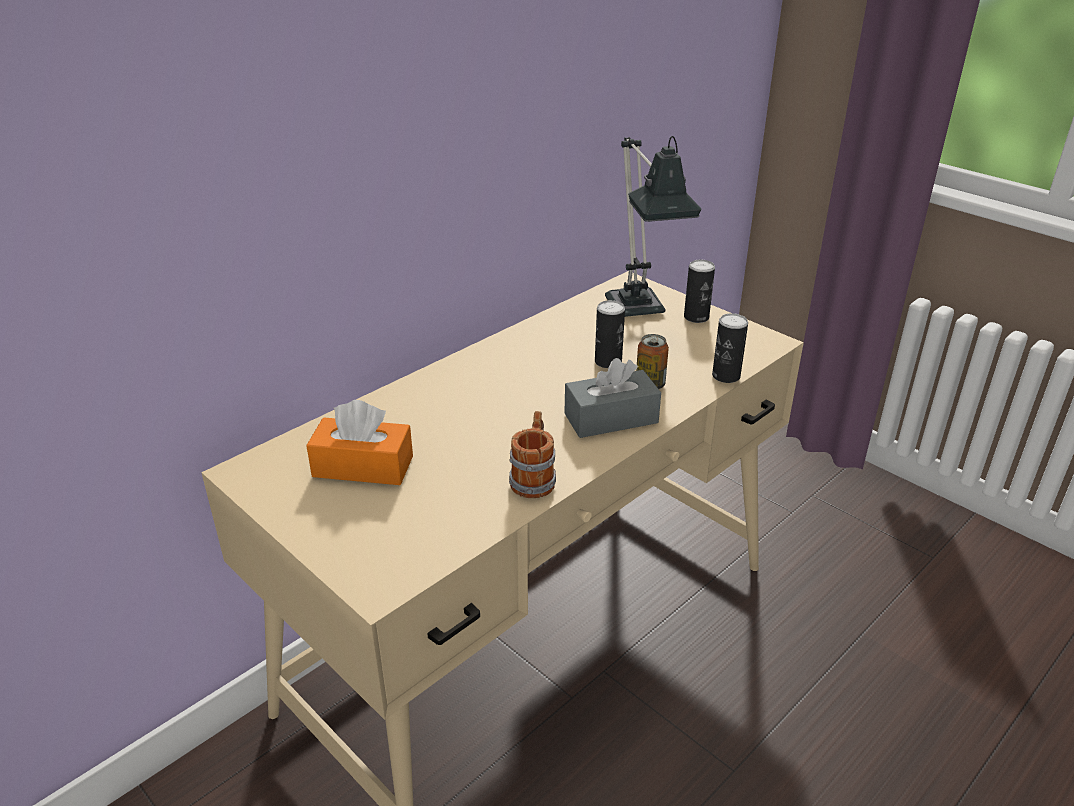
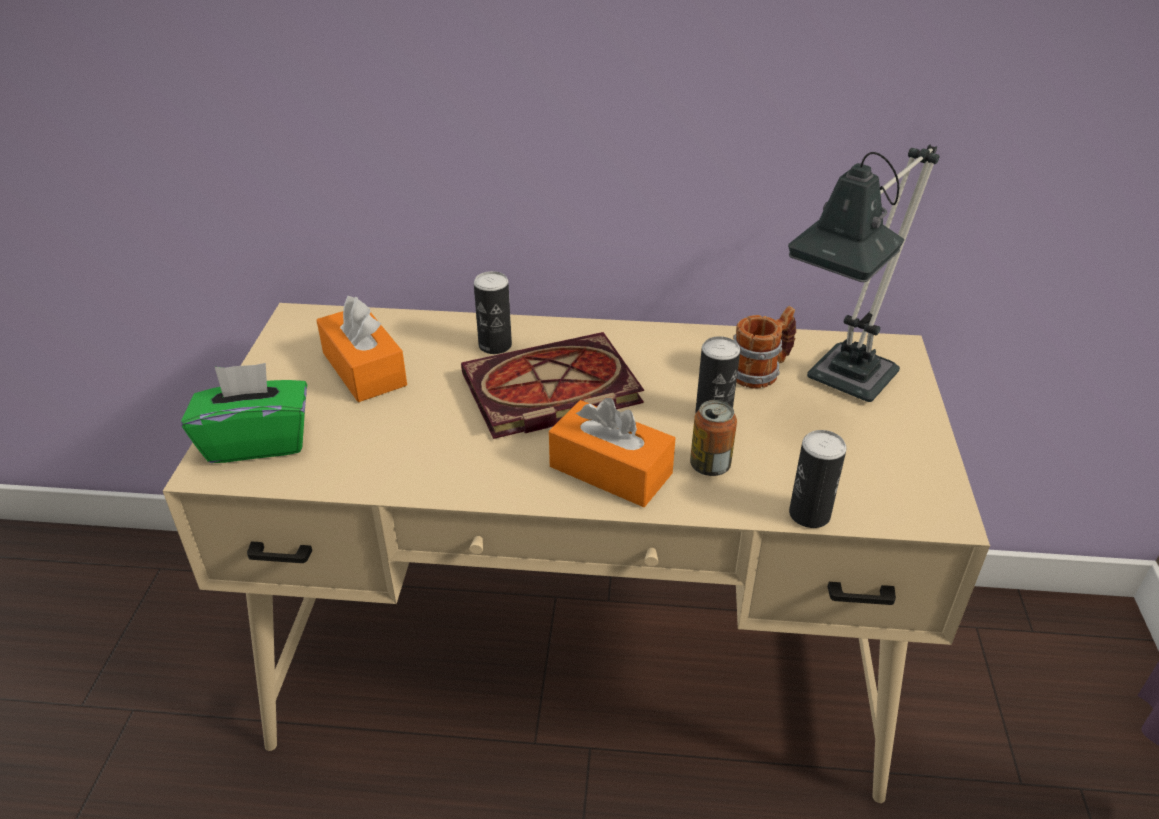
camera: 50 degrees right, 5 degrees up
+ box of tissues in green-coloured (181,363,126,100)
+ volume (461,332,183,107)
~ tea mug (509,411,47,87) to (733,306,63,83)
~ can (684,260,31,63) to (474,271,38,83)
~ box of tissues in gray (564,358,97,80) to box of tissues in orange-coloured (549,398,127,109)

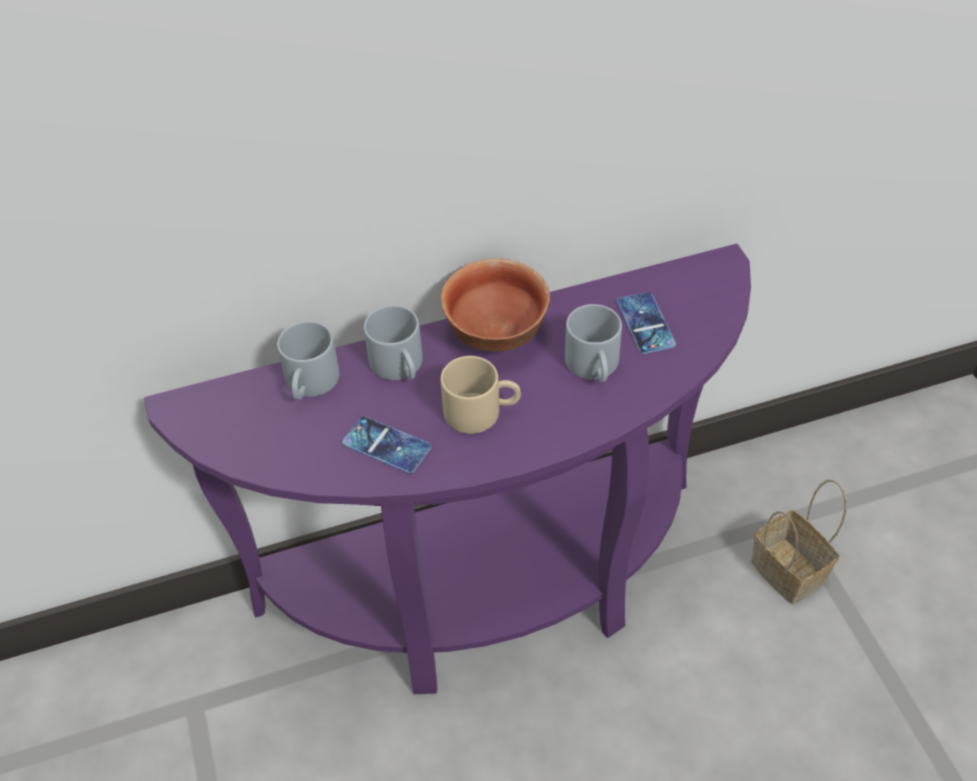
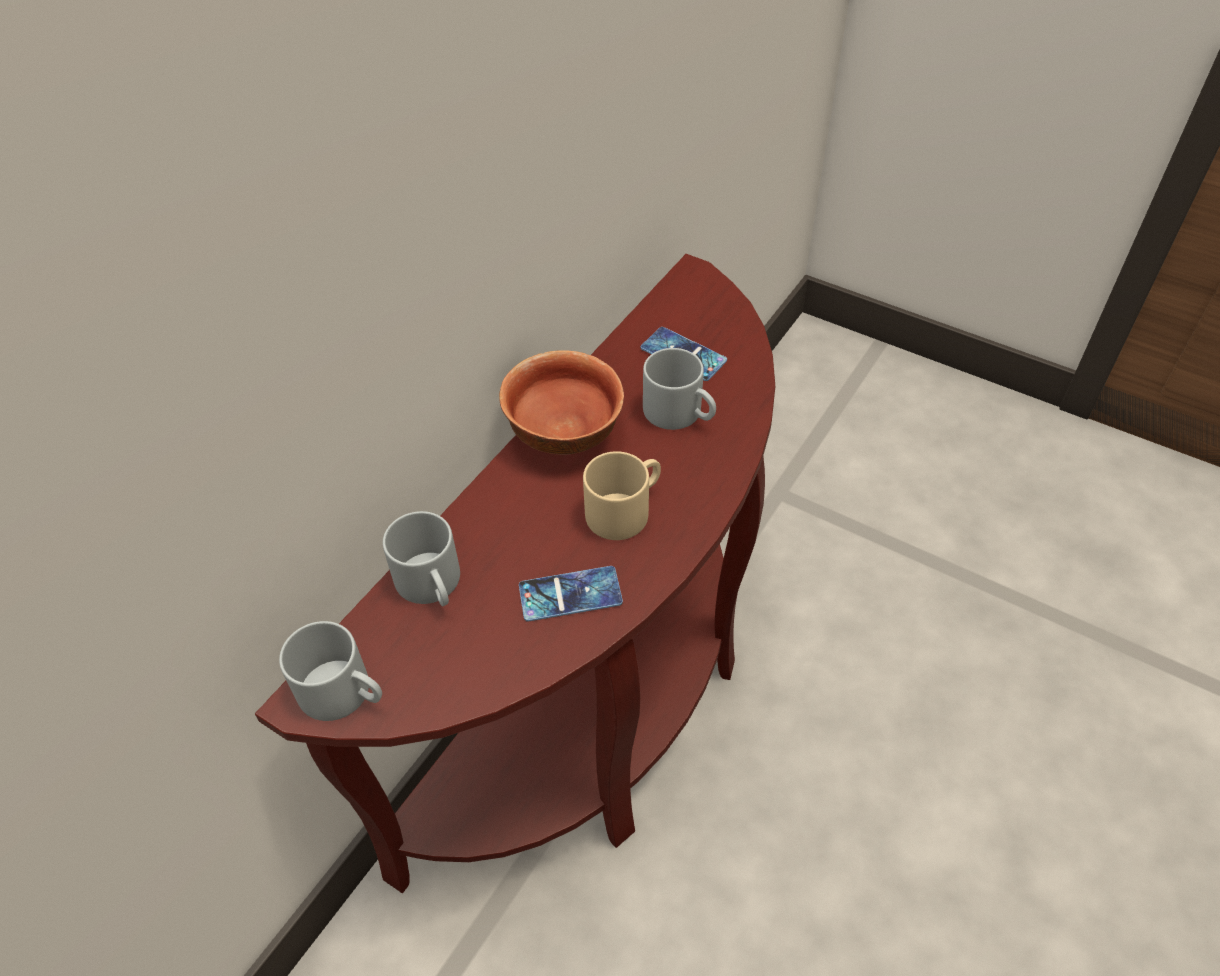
camera: 40 degrees left, 0 degrees up
- household basket (751,480,95,124)
~ tea mug in gray (364,305,59,75) to (279,621,103,100)
~ narrow table in purple-coloured (144,244,607,450) to narrow table in brown (255,254,520,639)

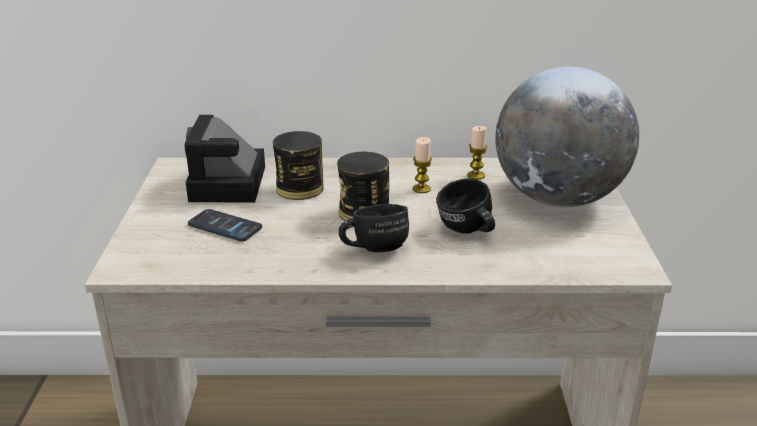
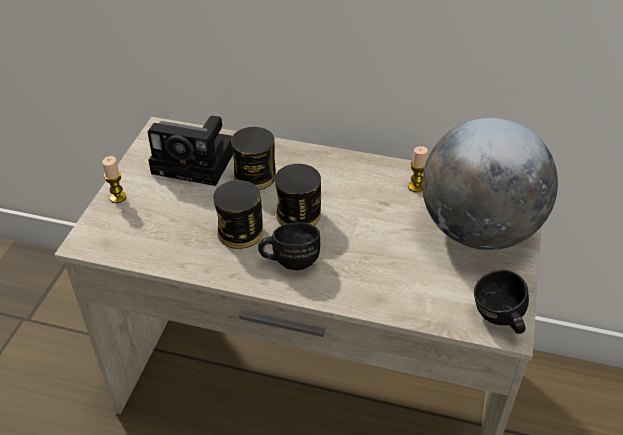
camera: 15 degrees right, 15 degrees up
- handset (188,209,74,32)
+ can (213,180,50,69)
~ candle (413,137,19,56) to (102,156,24,47)
~ tea mug in black (436,178,59,56) to (474,270,55,64)
~ still camera (184,115,81,87) = (148,115,85,71) 90 degrees counterclockwise

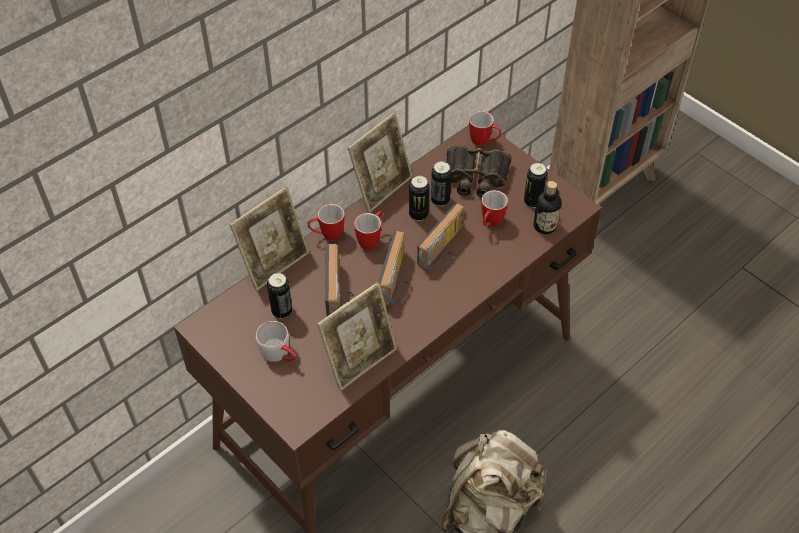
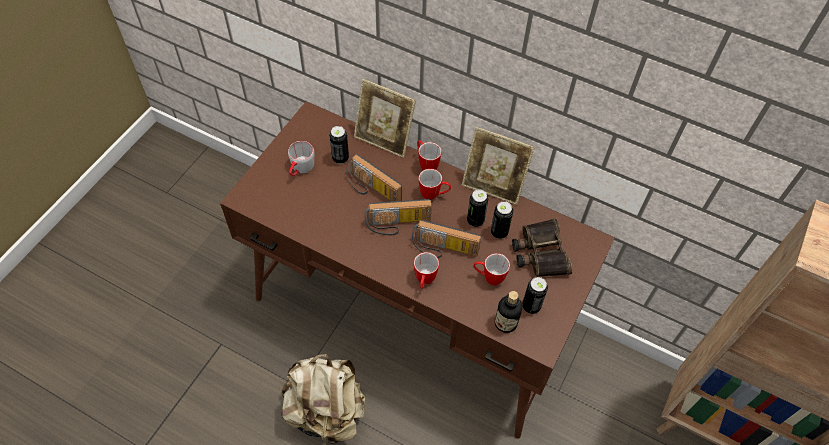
camera: 70 degrees right, 5 degrees up
- picture frame (317,282,80,109)
~ tea mug (469,111,32,35) to (414,252,25,37)
~ radio (325,244,29,72) = (346,154,56,47) 60 degrees clockwise

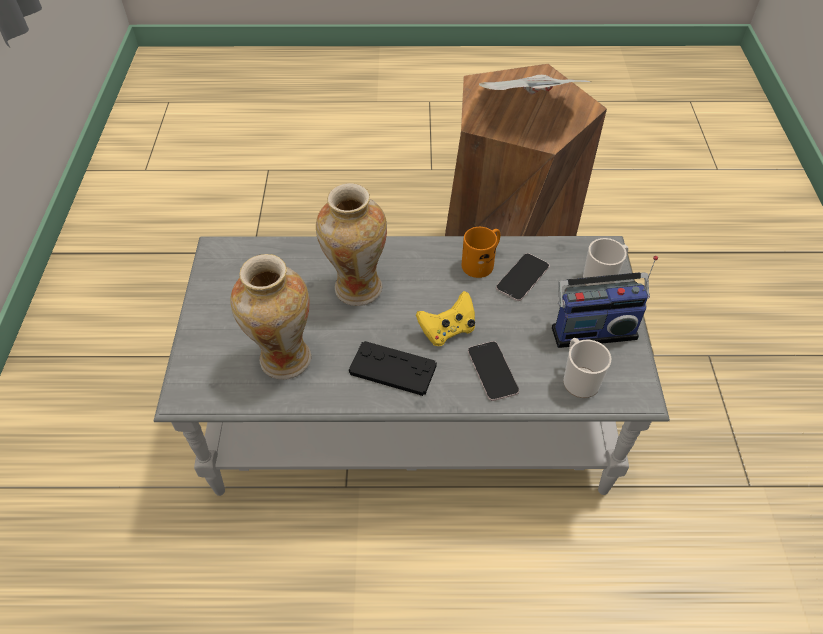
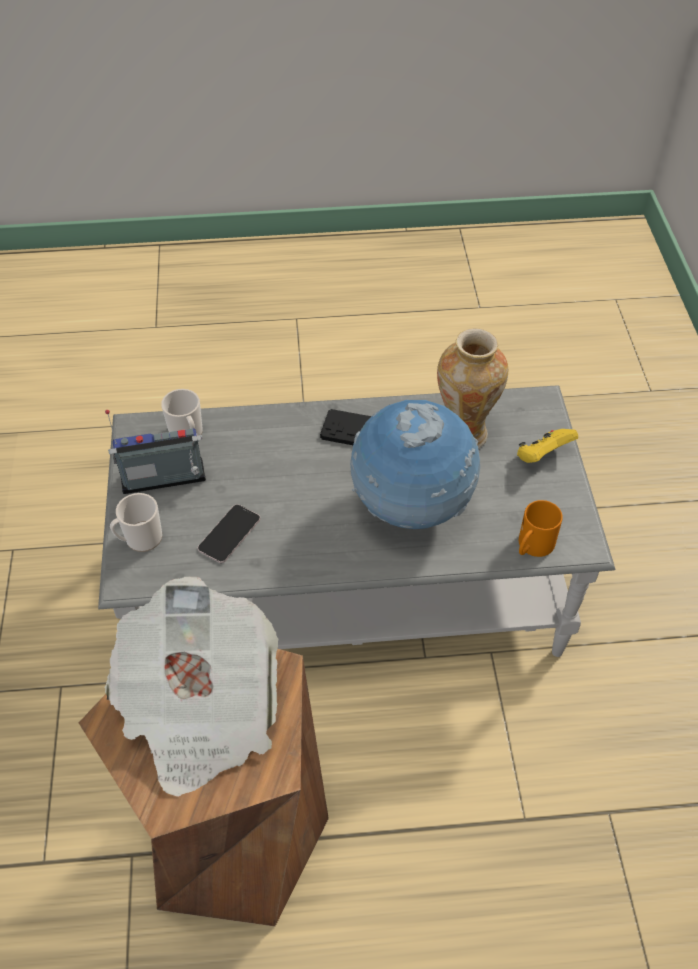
camera: 175 degrees right, 0 degrees up
- handset (468,341,51,60)
~ game controller in yellowish (416,291,59,55) to (517,429,61,34)
~ tea mug in orange-coloured (462,227,38,51) to (519,500,44,57)
~ vase (316,183,71,123) to desk globe (350,400,130,129)

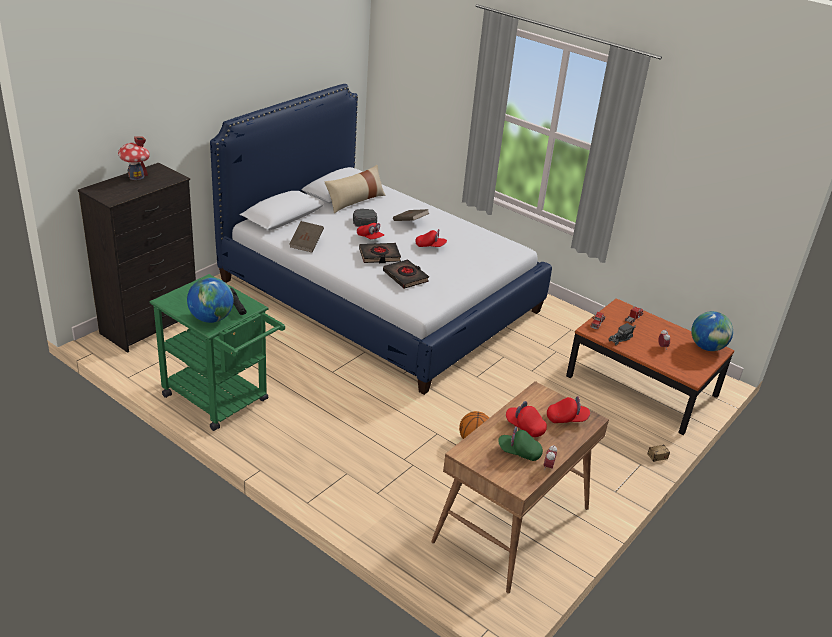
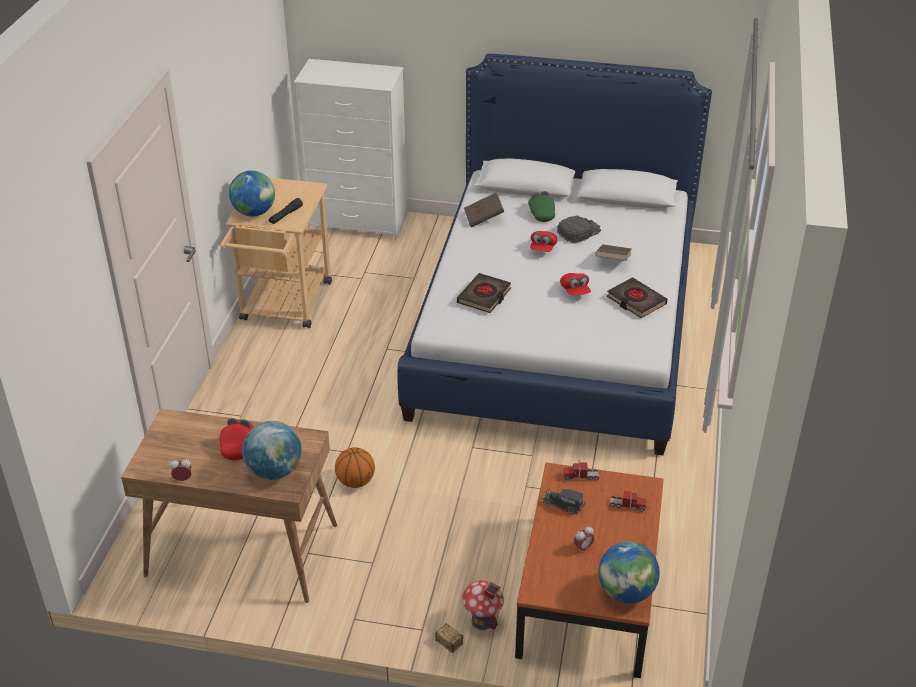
camera: 65 degrees right, 5 degrees up
- pillow in beige-coloured (324,165,61,48)
~ miniature house (118,136,32,44) to (462,580,42,50)
~ volume in black (359,243,42,20) to (607,277,60,41)
~ baseball cap in green-coloured (499,426,44,35) to (528,191,27,31)
~ baseball cap in red (547,396,43,27) to desk globe (242,421,60,59)
~ dresser in black (78,163,118,190) to dresser in white (294,59,113,181)
~ trolley in green-coloured (150,274,135,157) to trolley in beige-coloured (221,177,111,151)

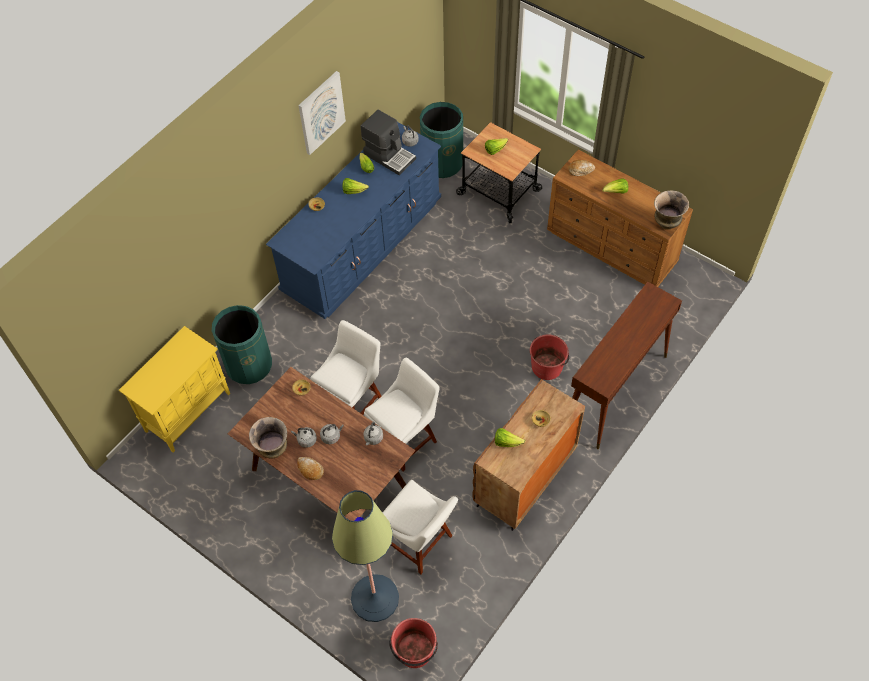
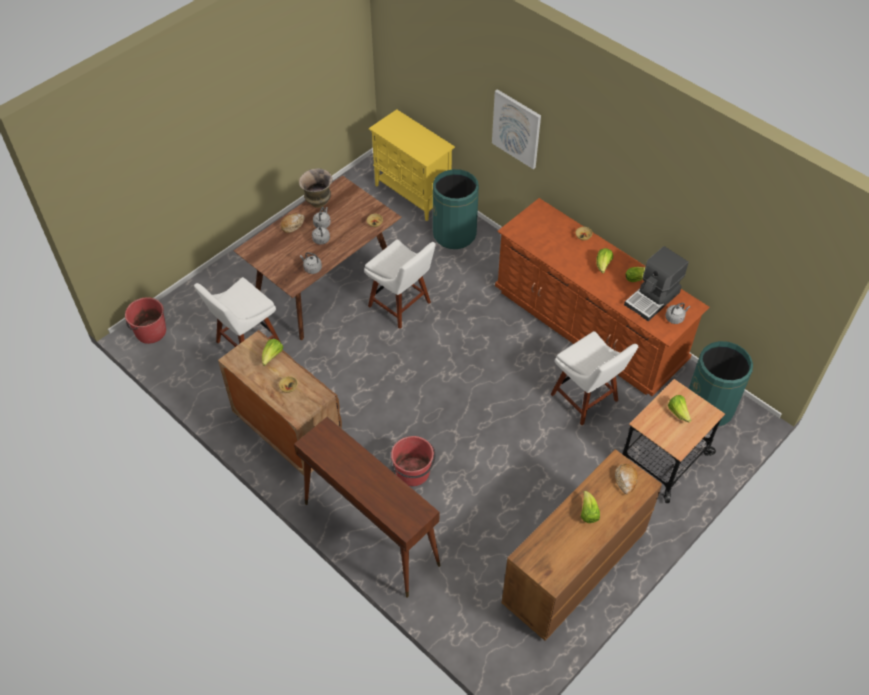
camera: 95 degrees right, 5 degrees down
- floor lamp (332,490,67,132)
- vase (654,190,35,40)
~ wall picture (298,71,48,84) to (492,89,49,80)
~ plain chair in white (364,358,76,113) to (551,331,87,94)
~ dresser in bluish (266,122,175,197) to dresser in brown (495,198,215,198)

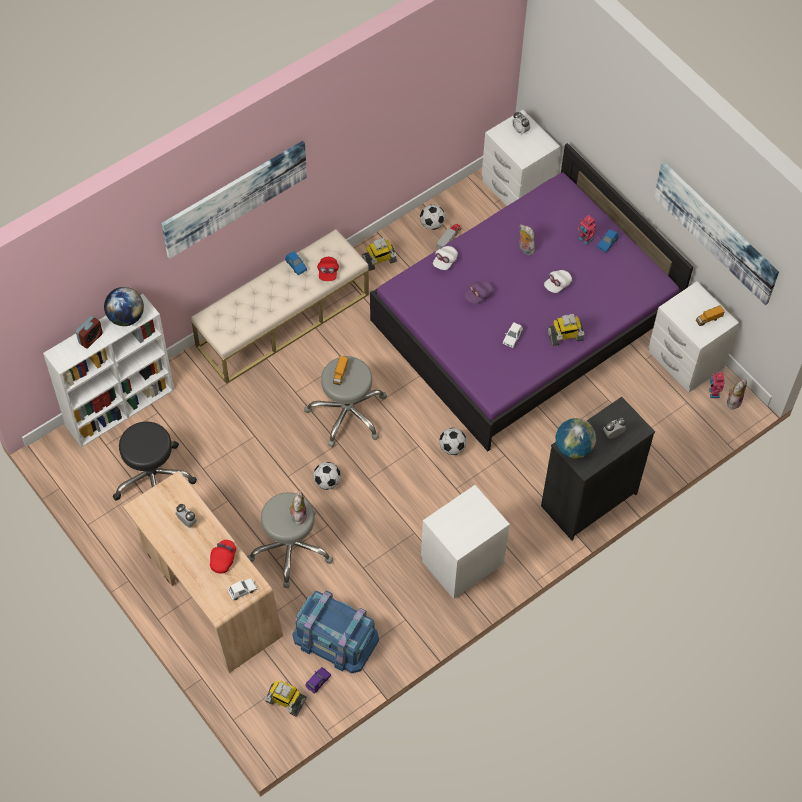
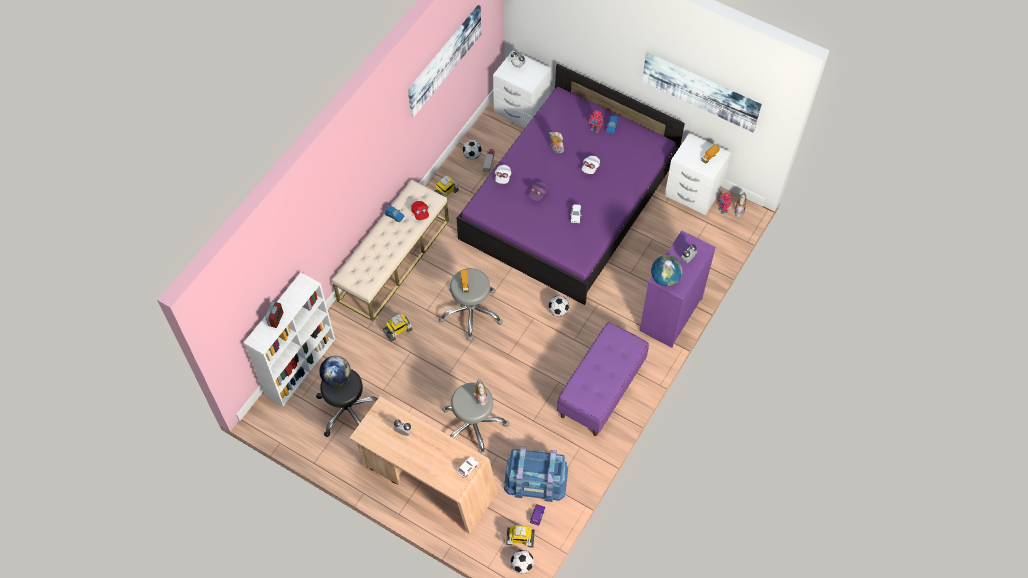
camera: 20 degrees left, 0 degrees up
- baseball cap in red (210,540,26,34)
~ desk globe (104,287,40,39) to (319,356,32,31)
~ wall picture (162,141,145,118) to (408,5,74,113)
~ football (313,462,28,28) to (511,550,23,24)
~ robot figure (547,314,37,32) to (383,314,30,28)
~ nightstand in white (421,485,89,114) to long seat in purple-coloured (557,322,92,114)
~ dresser in black (541,397,114,143) to dresser in purple-coloured (640,230,76,118)

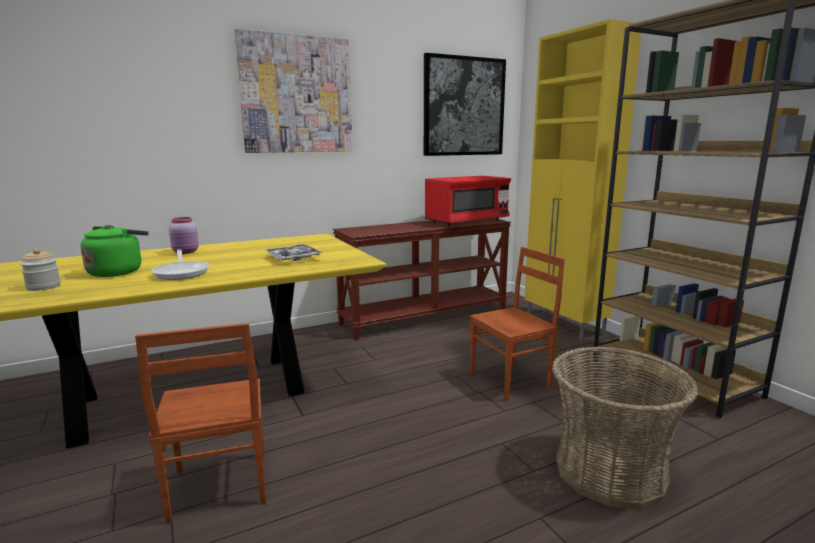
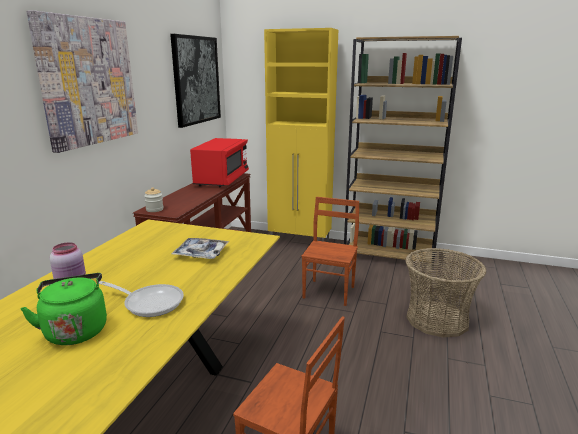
camera: 45 degrees left, 5 degrees up
~ preserve jar (20,249,41,42) to (144,187,19,25)

